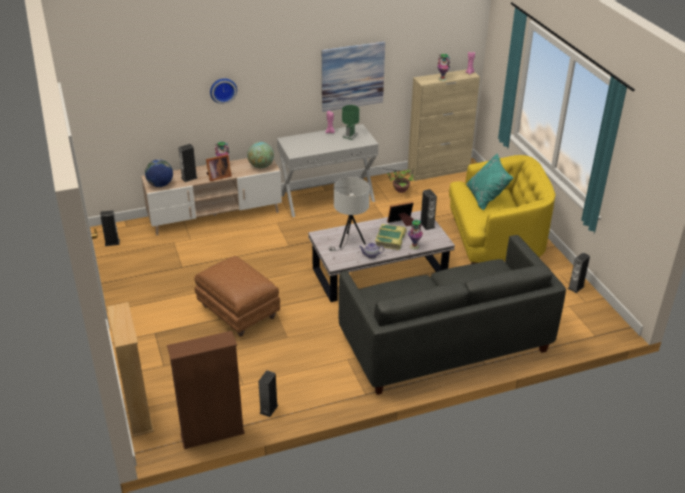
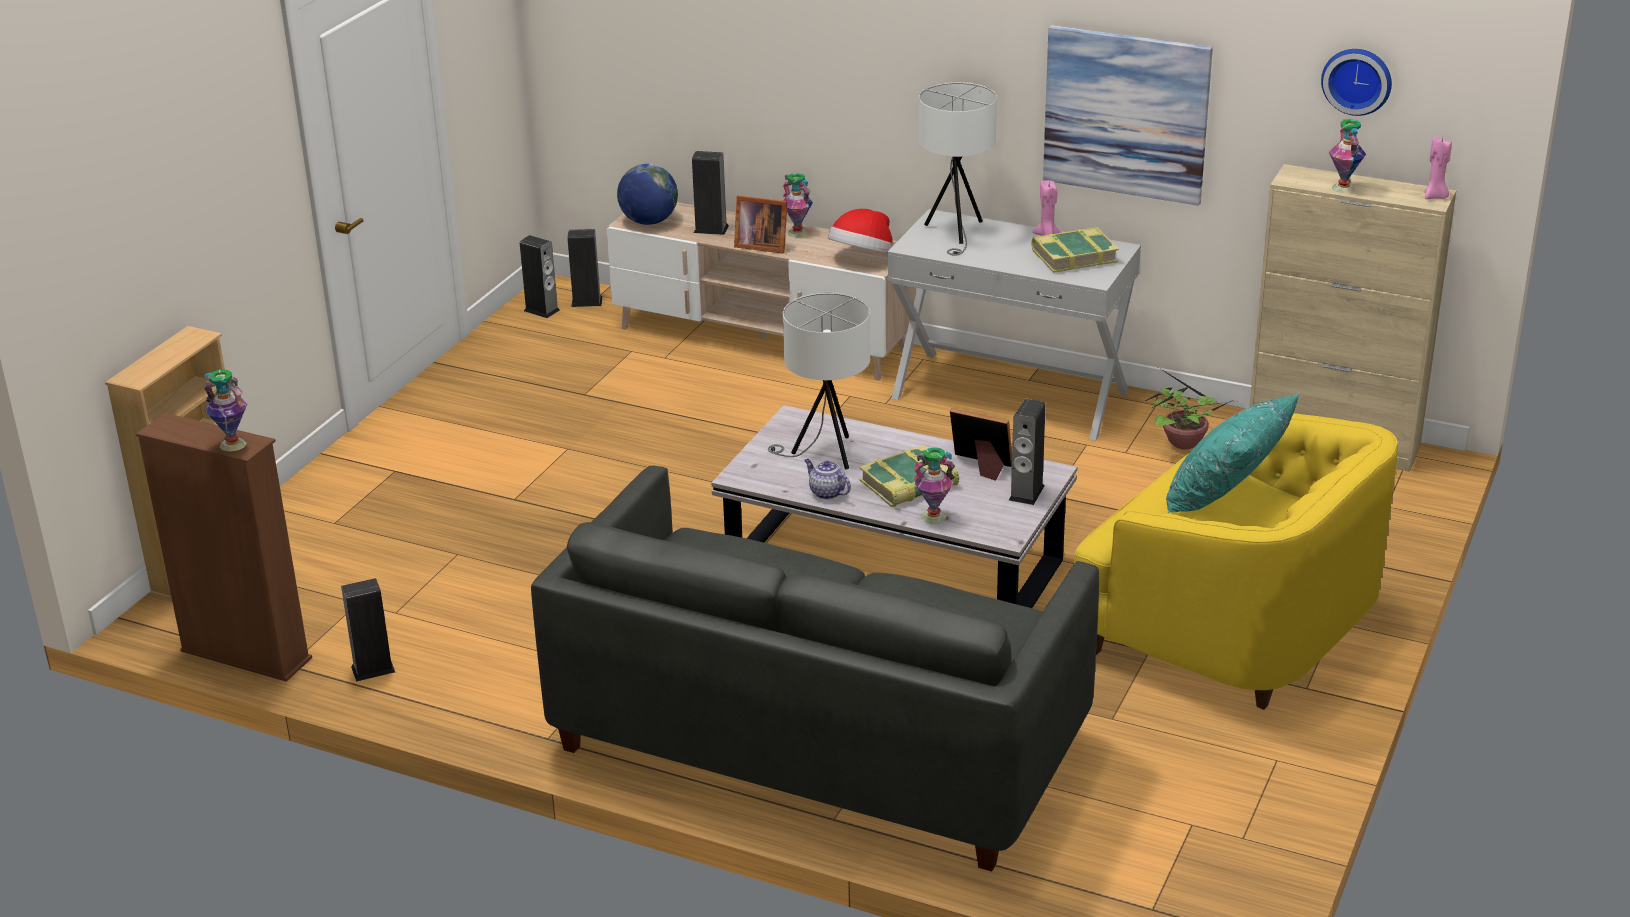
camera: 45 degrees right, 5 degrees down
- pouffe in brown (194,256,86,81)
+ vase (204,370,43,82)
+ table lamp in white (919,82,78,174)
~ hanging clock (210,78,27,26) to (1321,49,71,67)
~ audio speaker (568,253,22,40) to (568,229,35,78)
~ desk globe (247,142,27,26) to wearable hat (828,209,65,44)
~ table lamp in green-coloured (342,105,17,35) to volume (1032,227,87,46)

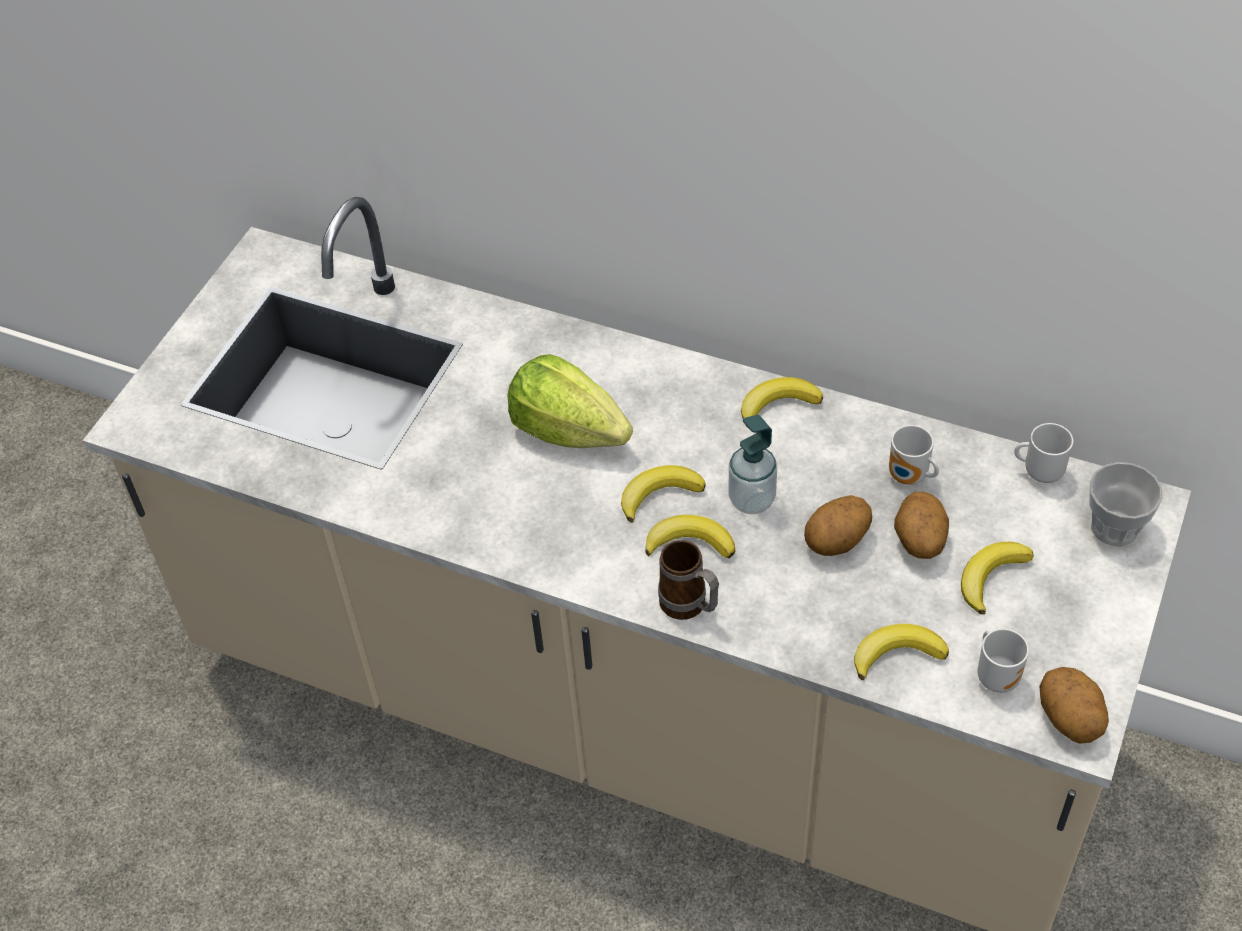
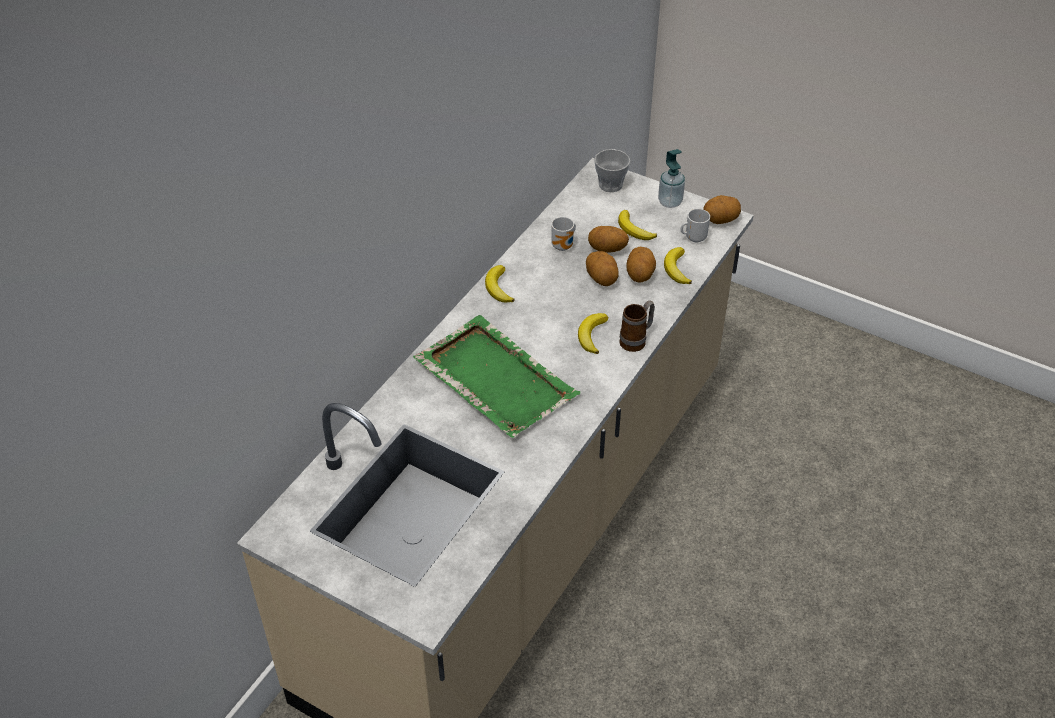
camera: 85 degrees left, 5 degrees down
- whole banana (621,465,85,57)
- tea mug (1014,423,59,60)
+ whole potato (626,247,30,35)
~ soap bottle (728,415,49,99) to (658,149,27,59)
~ lettuce head (507,354,126,94) to carrying tray in green-coloured (413,315,167,123)

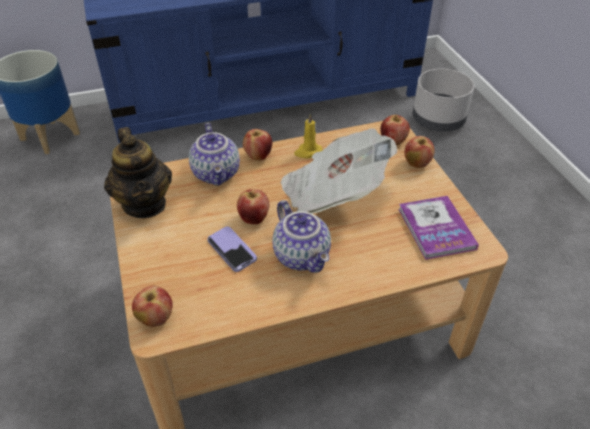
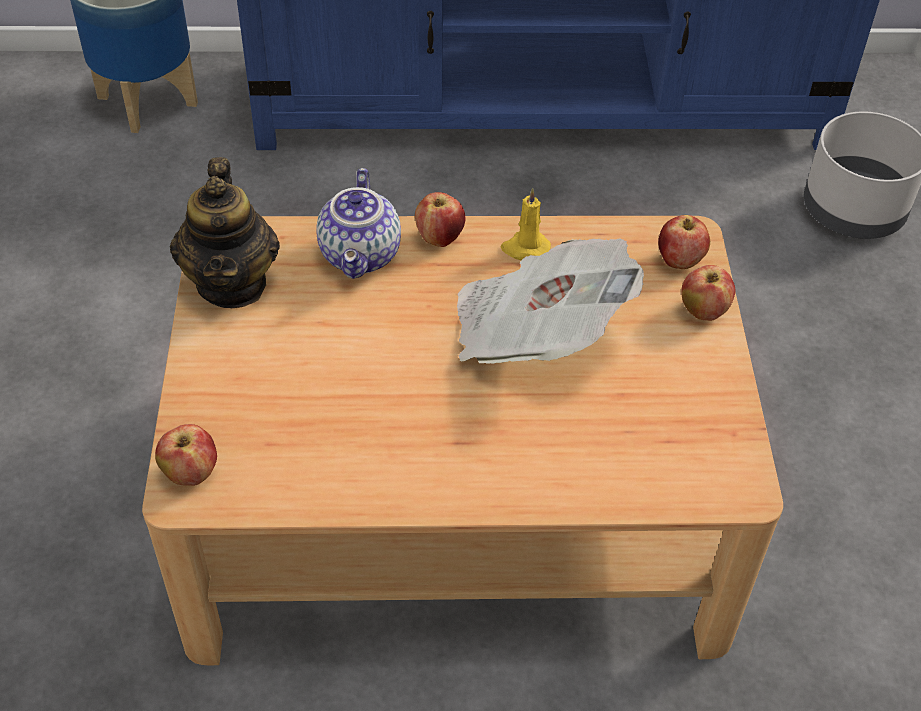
camera: 15 degrees right, 5 degrees up
- handset (207,226,50,46)
- whole apple (237,189,32,35)
- tea pot (272,200,59,73)
- volume (398,196,81,64)

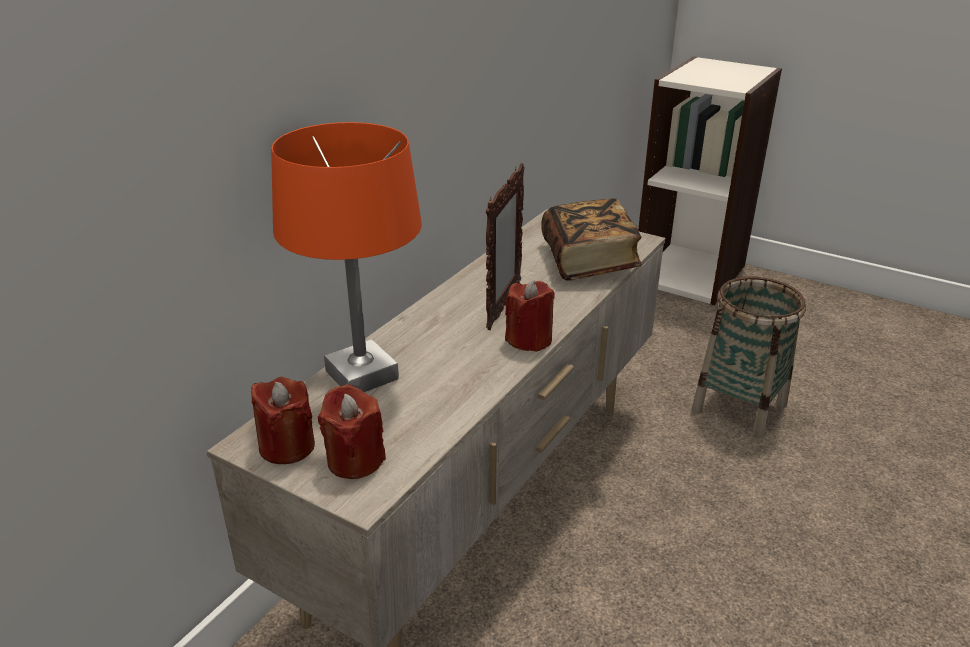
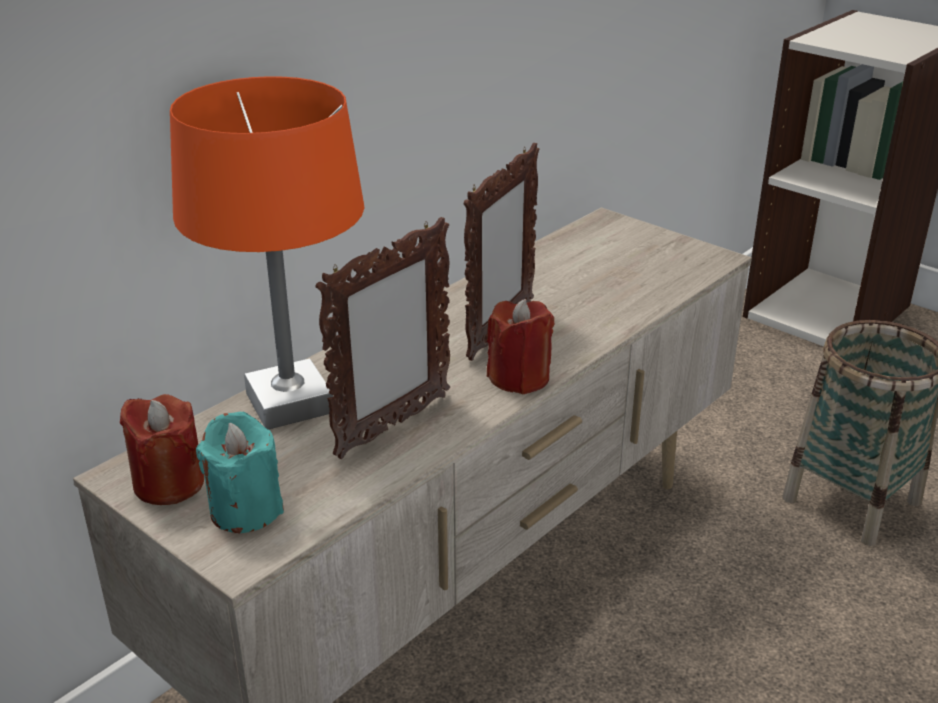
camera: 10 degrees right, 0 degrees up
- volume (541,199,101,82)
+ picture frame (315,217,135,242)
~ candle in red (318,384,68,95) to candle in turquoise-coloured (196,411,88,122)

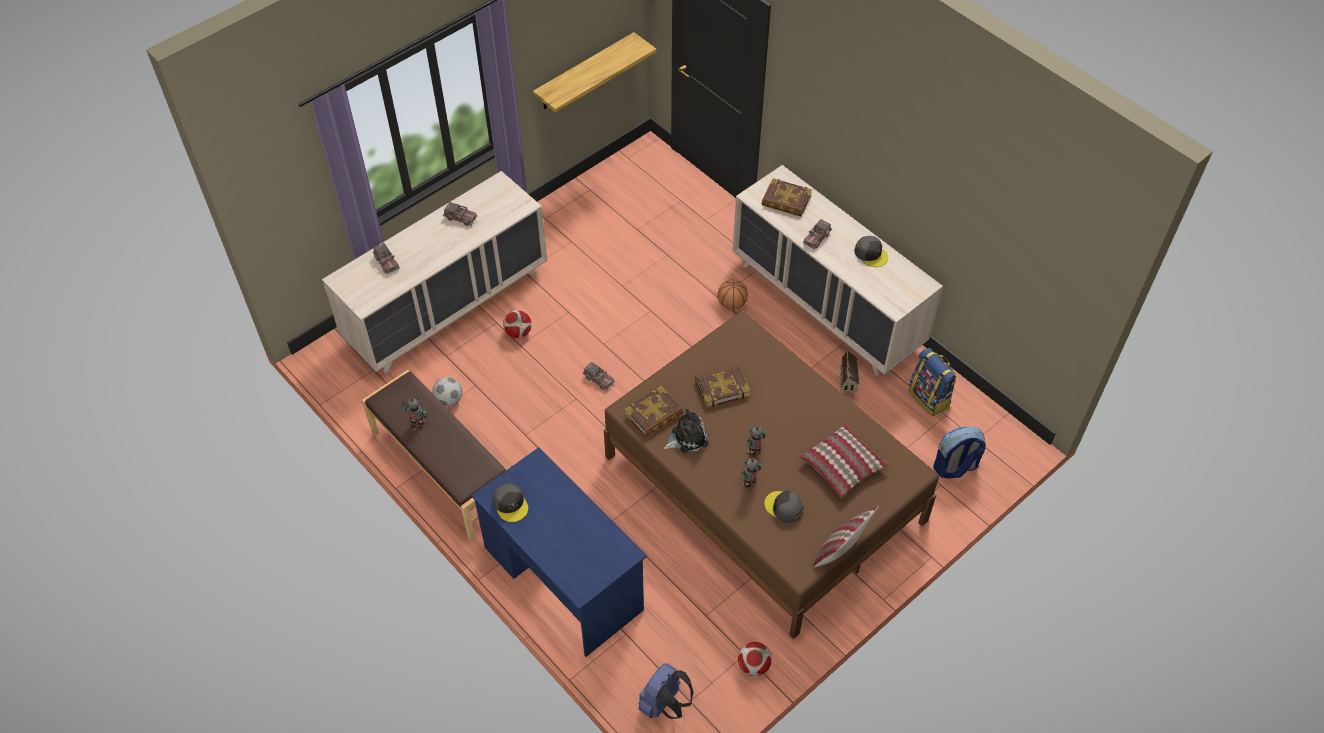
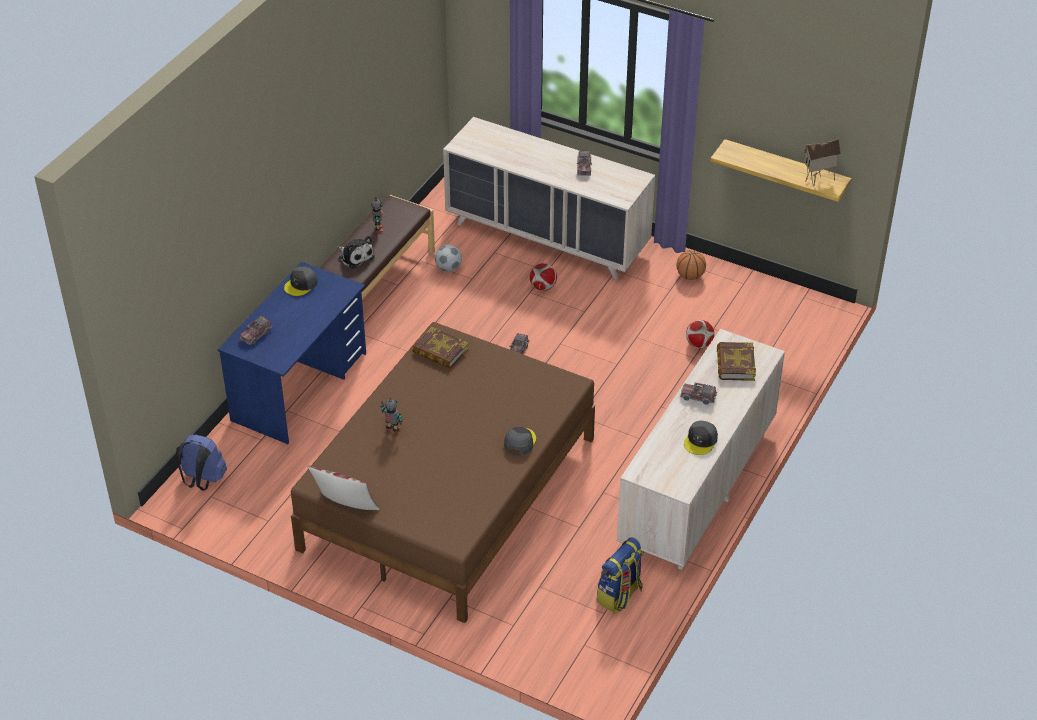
camera: 70 degrees right, 10 degrees down
- volume (695,365,55,43)
- robot figure (747,425,18,32)
- pillow (799,424,89,74)
- rucksack (933,426,53,53)
~ model truck (373,243,27,31) to (240,315,33,30)
~ cuddly toy (664,409,45,44) to (339,236,36,33)
~ ball for basketball (717,280,31,30) to (676,250,30,30)
~ football (738,642,34,34) to (686,320,28,28)
~ baseball cap in gray (764,491,40,32) to (504,427,32,29)
~ miniature house (838,350,22,49) to (804,139,37,47)

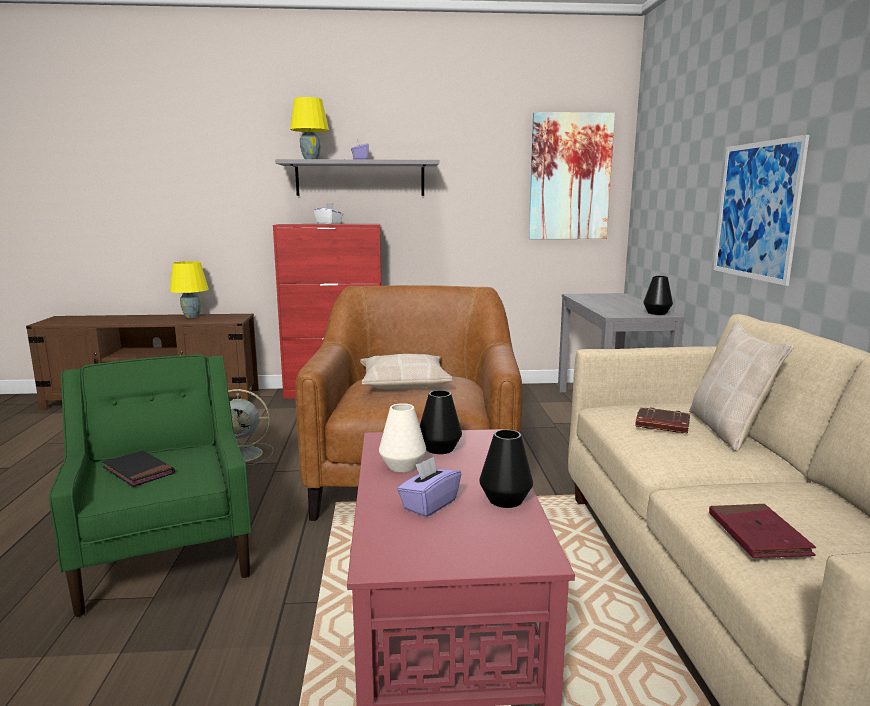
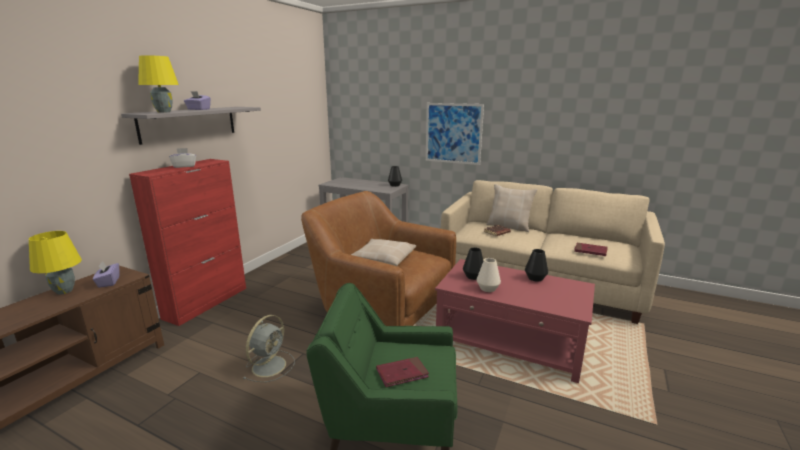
camera: 60 degrees left, 5 degrees up
- wall picture (529,112,86,127)
~ box of tissues in purple-coloured (397,456,64,61) to (93,261,27,27)
~ volume in black (103,451,72,36) to volume in red (376,357,53,30)

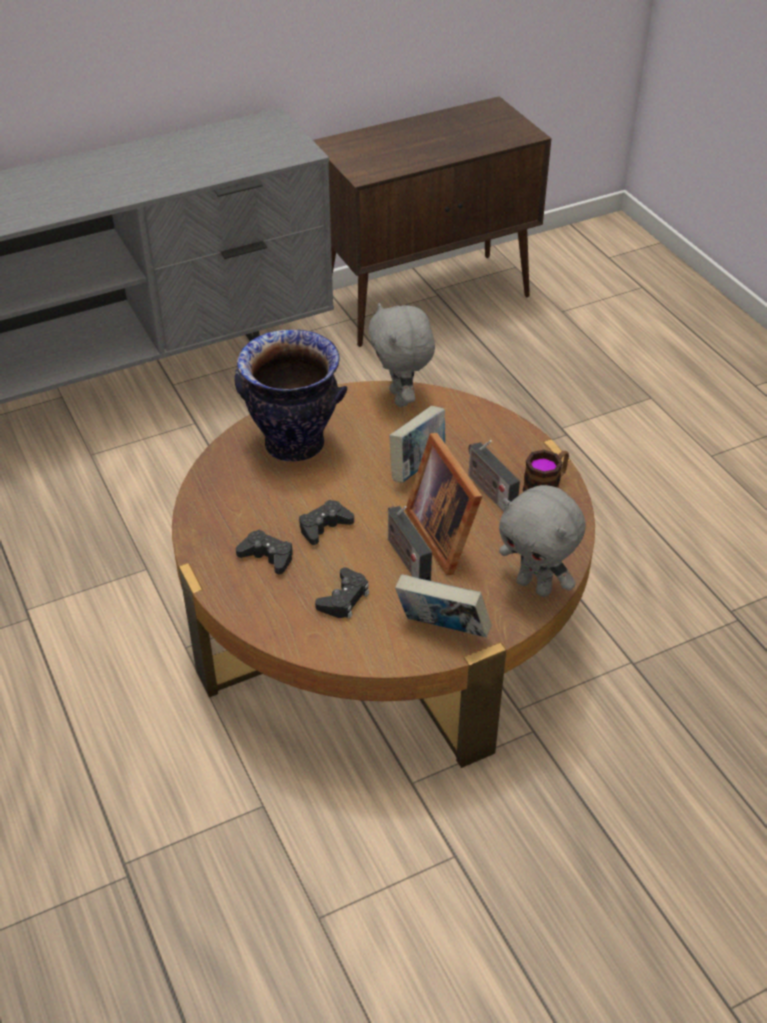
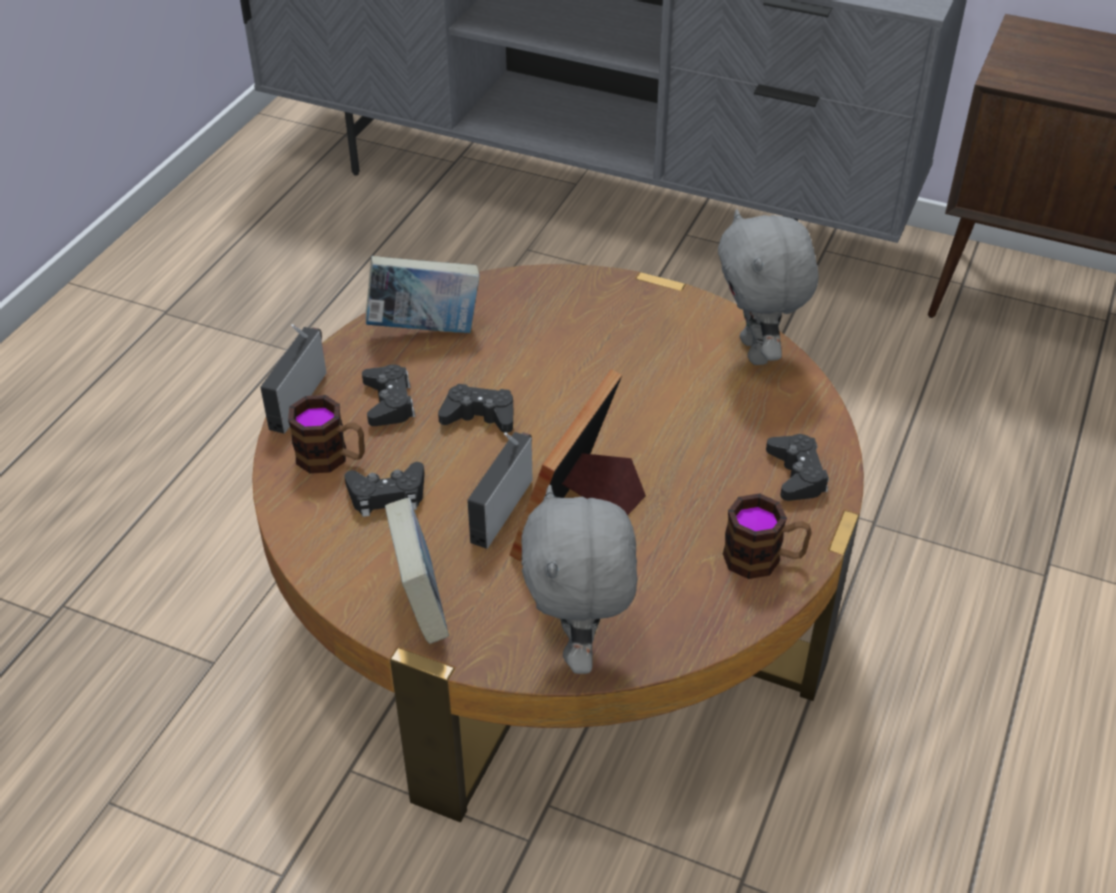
camera: 50 degrees right, 0 degrees up
- vase (235,330,112,132)
+ tea mug (288,395,77,79)
+ game controller in black (766,434,63,67)
~ volume (389,406,56,77) to (365,256,115,77)
~ radio (468,440,52,72) to (260,324,67,110)
~ cuddly toy in gray (368,303,67,104) = (718,209,101,156) 45 degrees counterclockwise

